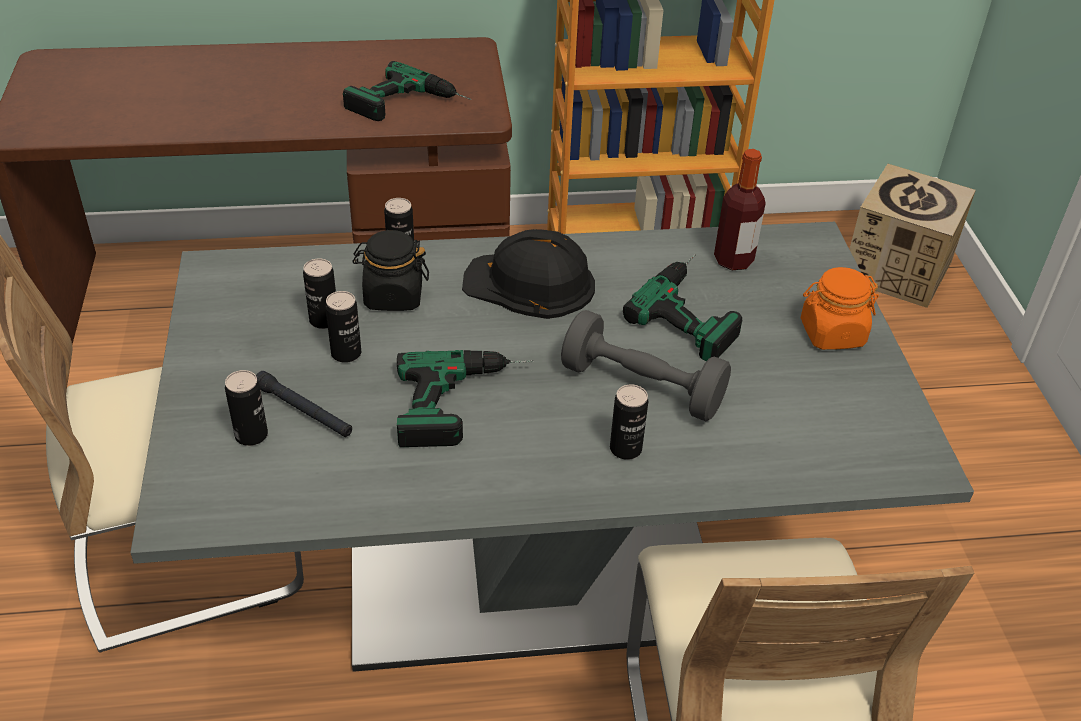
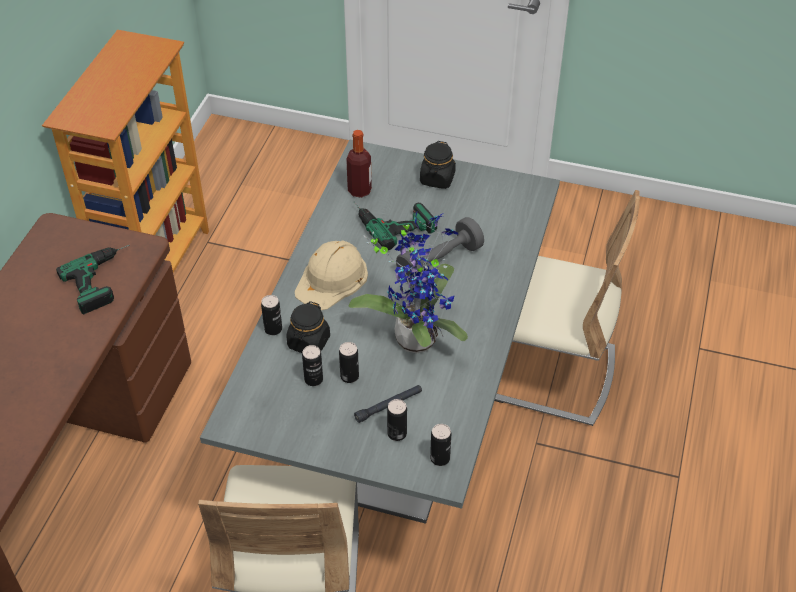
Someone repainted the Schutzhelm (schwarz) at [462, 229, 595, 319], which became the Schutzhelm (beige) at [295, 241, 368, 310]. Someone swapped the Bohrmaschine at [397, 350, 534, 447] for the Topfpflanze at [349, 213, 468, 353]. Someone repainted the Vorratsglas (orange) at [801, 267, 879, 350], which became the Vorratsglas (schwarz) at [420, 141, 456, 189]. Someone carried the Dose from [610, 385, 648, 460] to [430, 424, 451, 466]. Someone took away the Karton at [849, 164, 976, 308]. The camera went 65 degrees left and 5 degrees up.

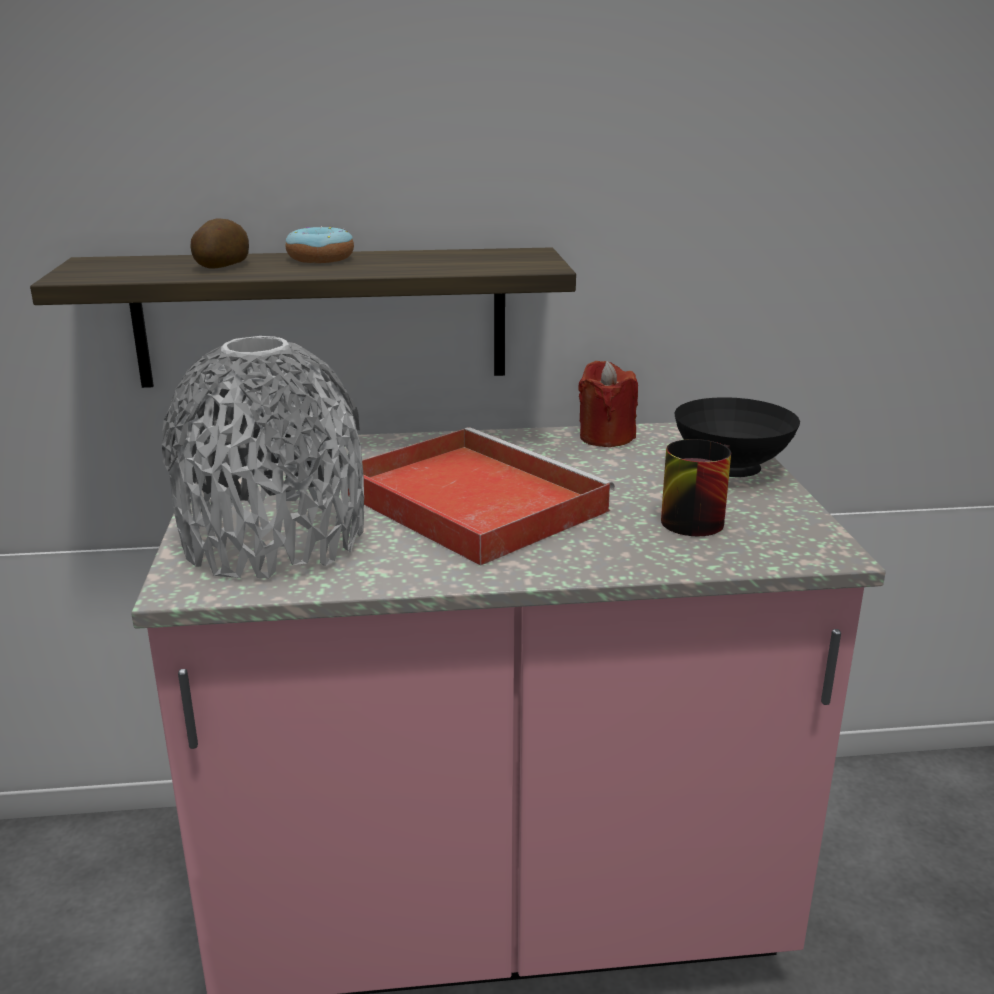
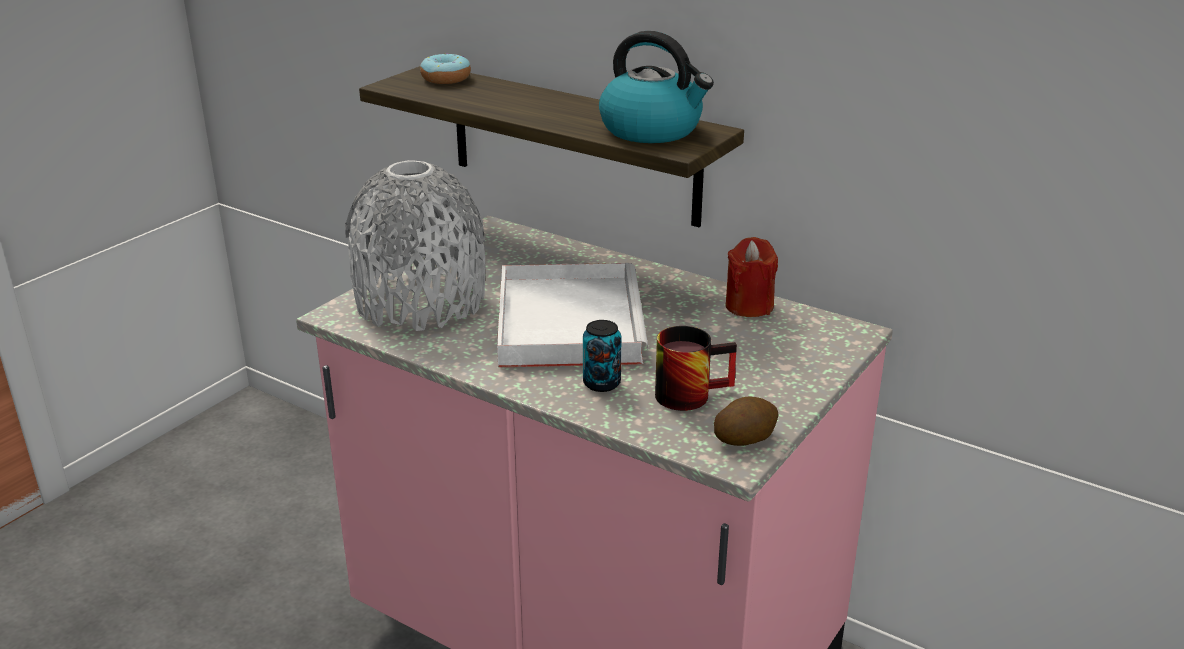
Someone carried the Donut from [286, 226, 354, 263] to [420, 53, 471, 84]. Someone repainted the Tablett (rot) at [348, 427, 615, 566], which became the Tablett (weiß) at [497, 263, 648, 368]. Someone put down the Dose at [583, 320, 622, 392]. Someone put down the Wasserkessel at [599, 31, 714, 143]. Someone carried the Kartoffel from [190, 218, 249, 269] to [714, 397, 778, 446]. Someone took away the Schüssel (schwarz) at [674, 397, 800, 477]. The camera went 40 degrees right and 5 degrees up.

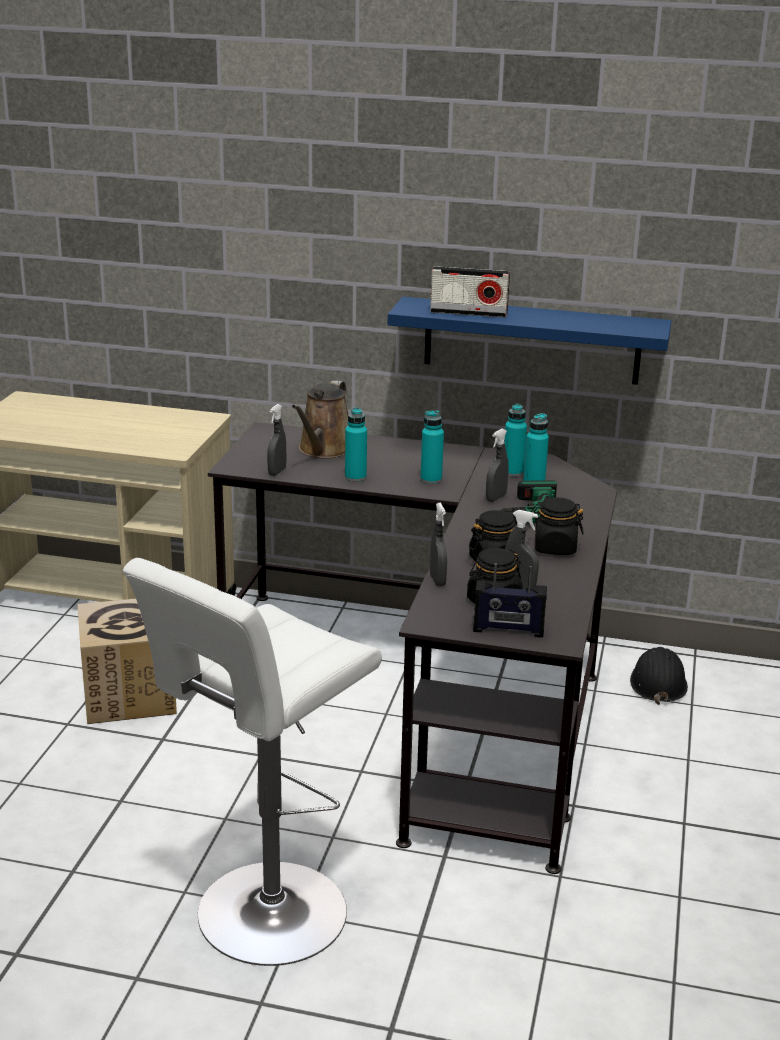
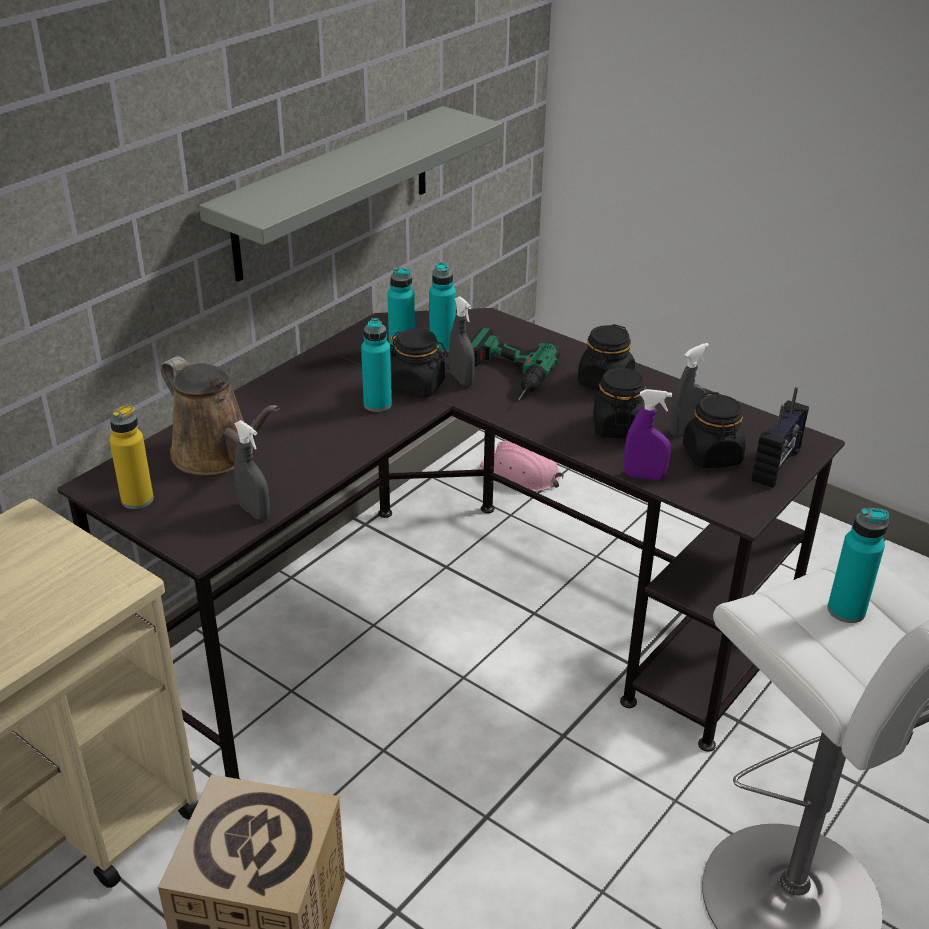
Someone put down the Flasche (gelb) at [109, 404, 154, 509]. Someone repainted the Wandregal (blau) at [388, 297, 672, 385], which became the Wandregal (grau) at [199, 106, 502, 282]. Someone put down the Vorratsglas (schwarz) at [390, 328, 448, 397]. Someone repainted the Schutzhelm (schwarz) at [630, 647, 688, 705], which became the Schutzhelm (rosa) at [480, 440, 564, 492]. Someone repainted the Sprühflasche (grau) at [430, 503, 447, 586], which became the Sprühflasche (lila) at [624, 389, 672, 480]. Someone carried the Flasche (türkis) from [345, 408, 367, 482] to [828, 508, 889, 623]. Someone took away the Radio at [430, 266, 510, 318]. The camera went 65 degrees left and 10 degrees up.

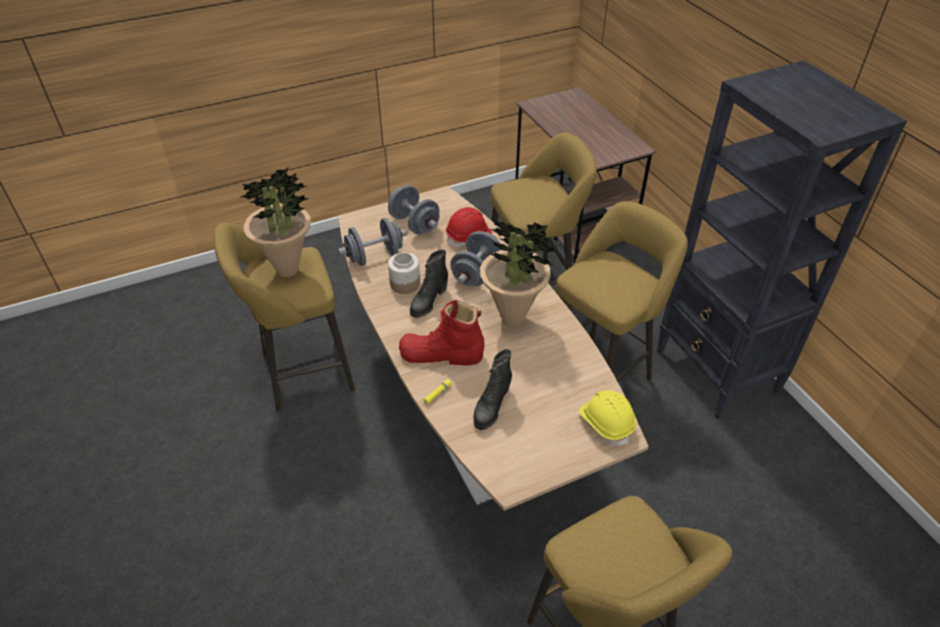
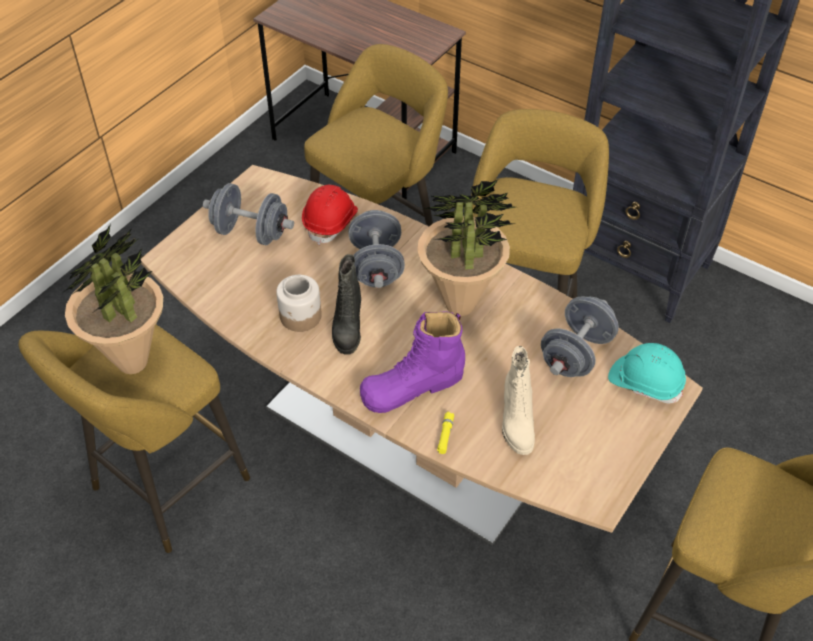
Someone repainted the Stiefel (rot) at [399, 300, 484, 366], which became the Stiefel (lila) at [360, 311, 465, 413]. Someone repainted the Stiefel (schwarz) at [473, 349, 512, 430], which became the Stiefel (beige) at [502, 346, 535, 455]. Someone carried the Hantel (grau) from [338, 218, 408, 266] to [541, 296, 619, 377]. Someone repainted the Schutzhelm (gelb) at [579, 390, 636, 446], which became the Schutzhelm (türkis) at [608, 343, 686, 404]. The camera went 30 degrees left and 5 degrees up.

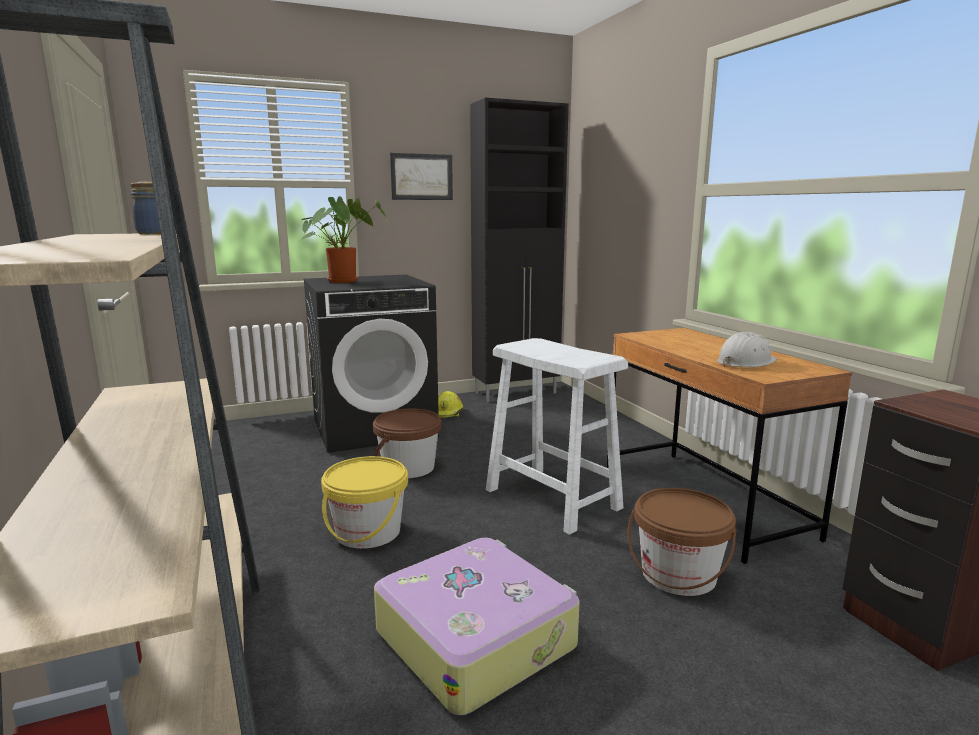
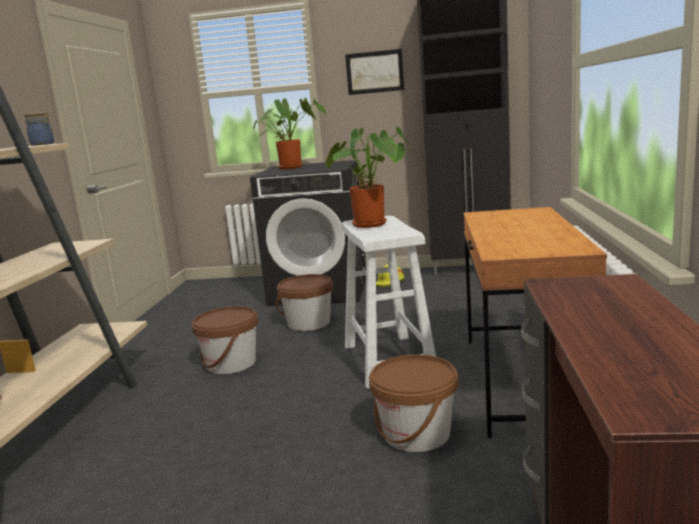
Someone repainted the Eimer (gelb) at [321, 456, 408, 549], which became the Eimer (braun) at [192, 306, 258, 374]. Someone put down the Topfpflanze at [326, 127, 412, 228]. Someone took away the Koffer at [374, 538, 580, 715]. Someone took away the Schutzhelm (weiß) at [717, 332, 777, 367]. The camera went 30 degrees right and 0 degrees up.

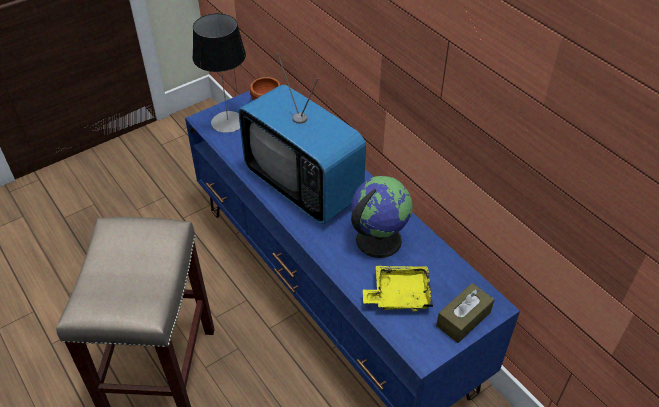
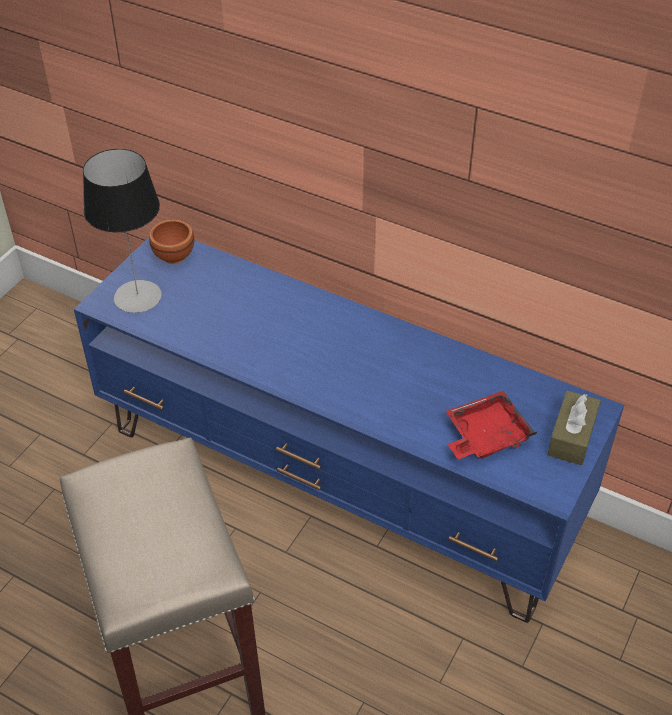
Someone repainted the Tablett (gelb) at [363, 266, 433, 311], which became the Tablett (rot) at [445, 391, 537, 459]. Someone took away the Fernseher at [238, 54, 366, 224]. Someone took away the Globus at [351, 176, 413, 258]. The camera went 25 degrees left and 0 degrees up.

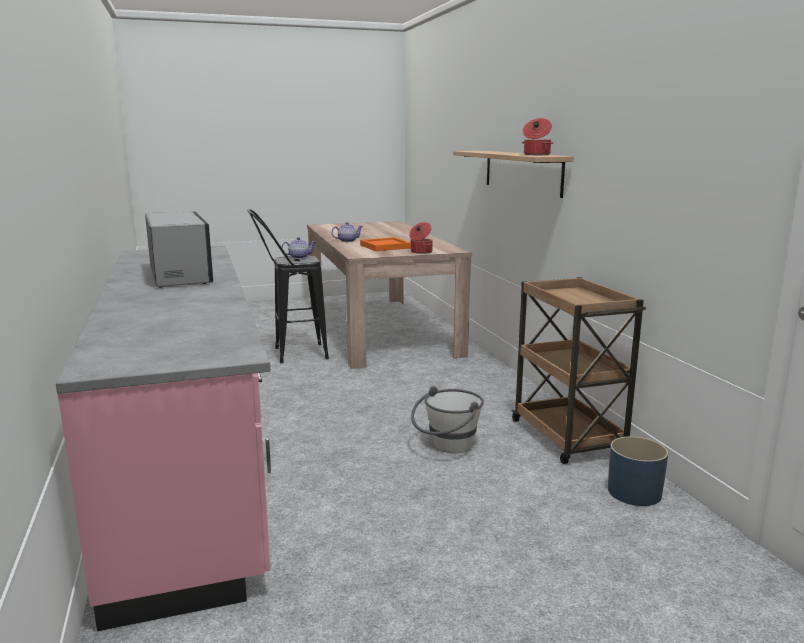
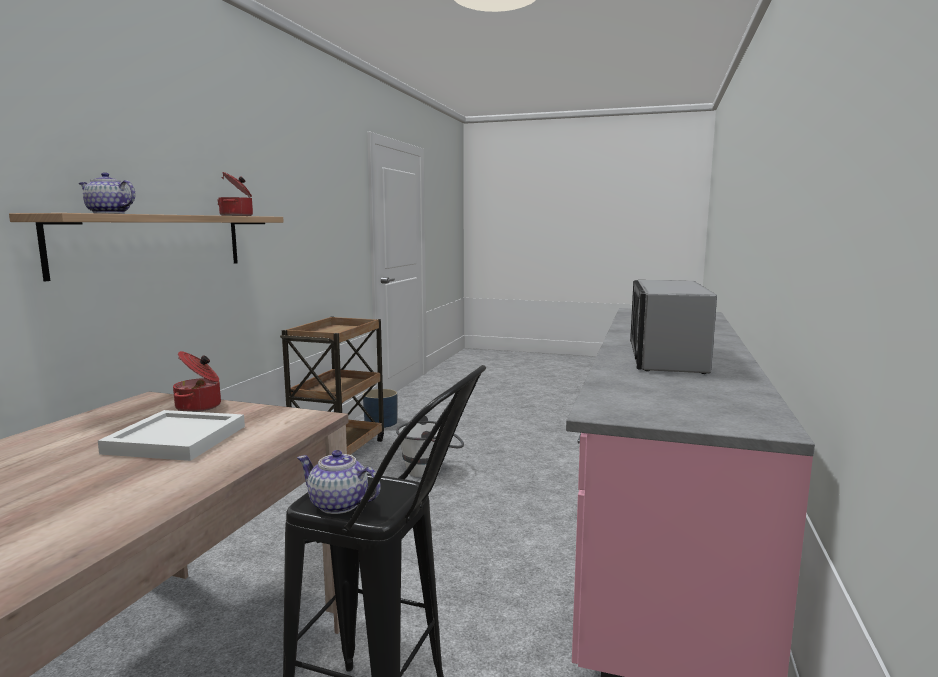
Someone carried the Teekanne from [331, 222, 363, 242] to [79, 172, 136, 214]. Someone repainted the Tablett (orange) at [360, 237, 411, 251], which became the Tablett (weiß) at [98, 410, 245, 461]. The camera went 145 degrees left and 5 degrees down.

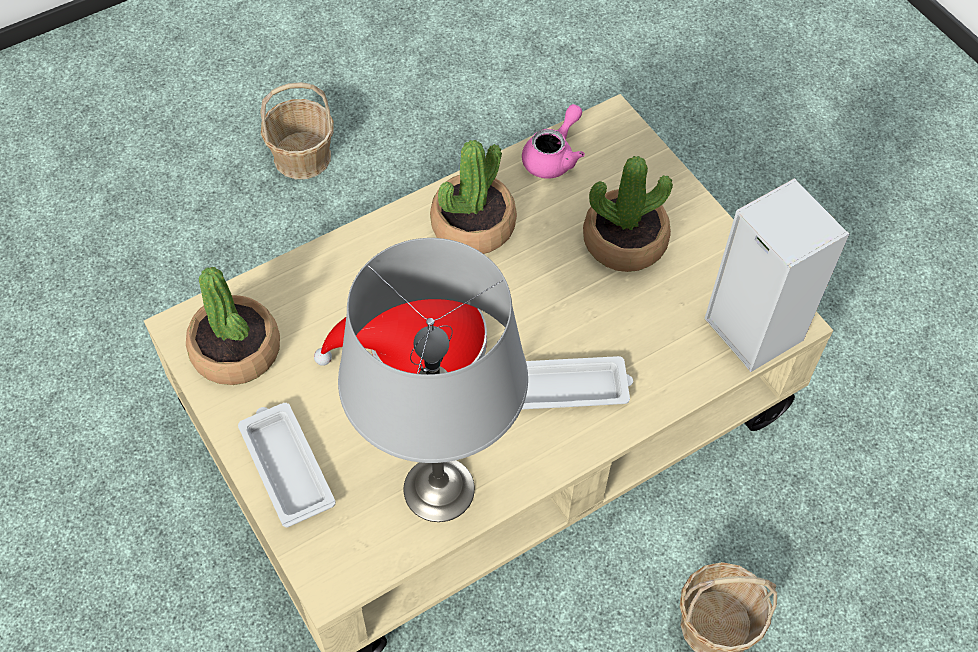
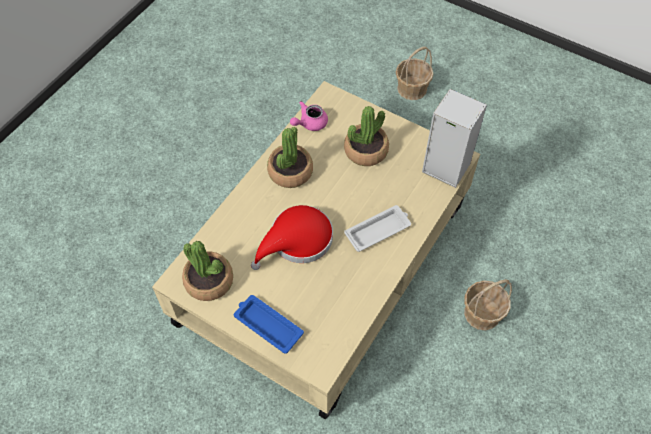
Someone repainted the Tablett (weiß) at [238, 403, 336, 527], which became the Tablett (blau) at [234, 295, 304, 354]. Someone rotated the Teekanne (rosa) at [522, 104, 585, 179] by 135 degrees counterclockwise. Someone carried the Korb from [260, 82, 334, 179] to [396, 47, 434, 100]. Someone took away the Tischlampe (grau) at [338, 238, 528, 522]. The camera went 25 degrees left and 0 degrees up.

